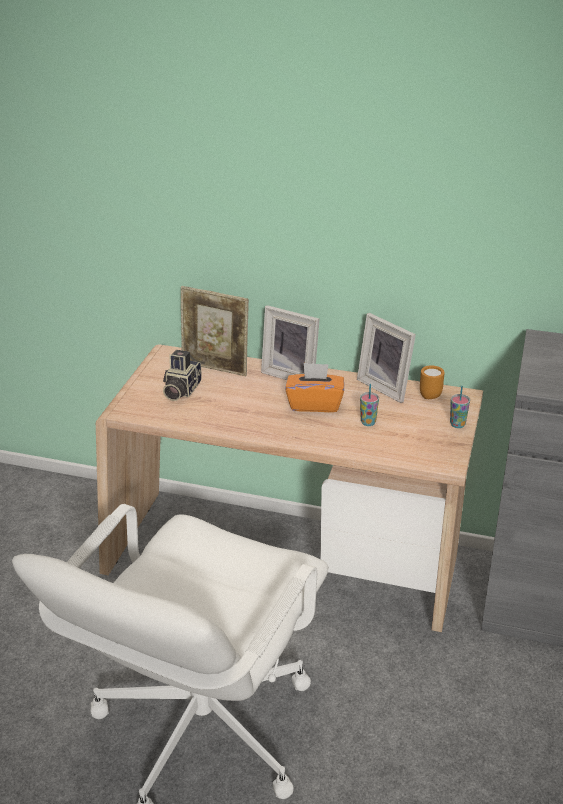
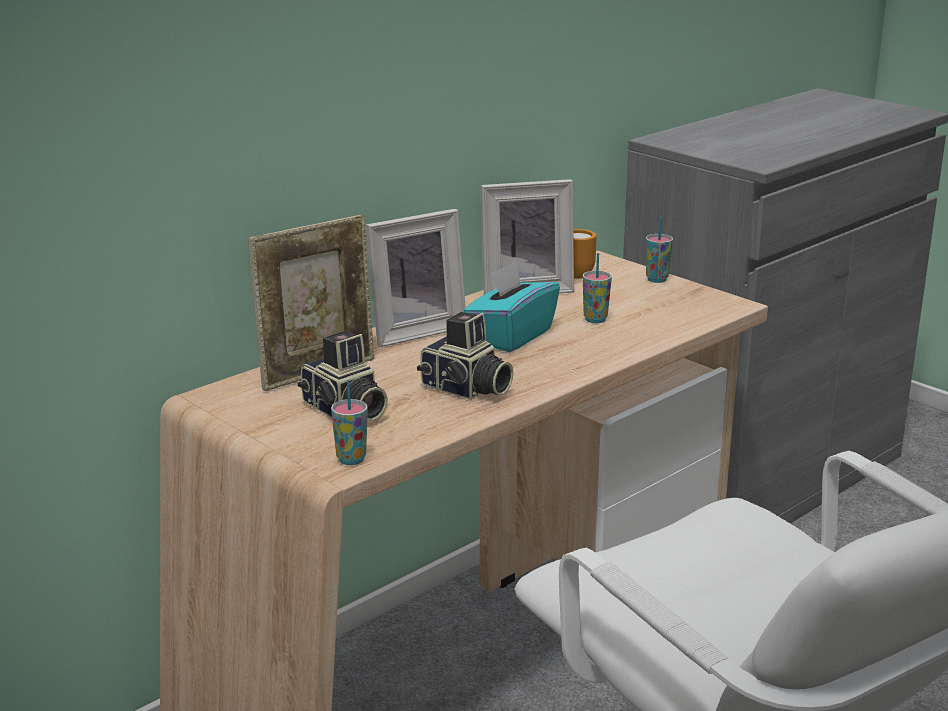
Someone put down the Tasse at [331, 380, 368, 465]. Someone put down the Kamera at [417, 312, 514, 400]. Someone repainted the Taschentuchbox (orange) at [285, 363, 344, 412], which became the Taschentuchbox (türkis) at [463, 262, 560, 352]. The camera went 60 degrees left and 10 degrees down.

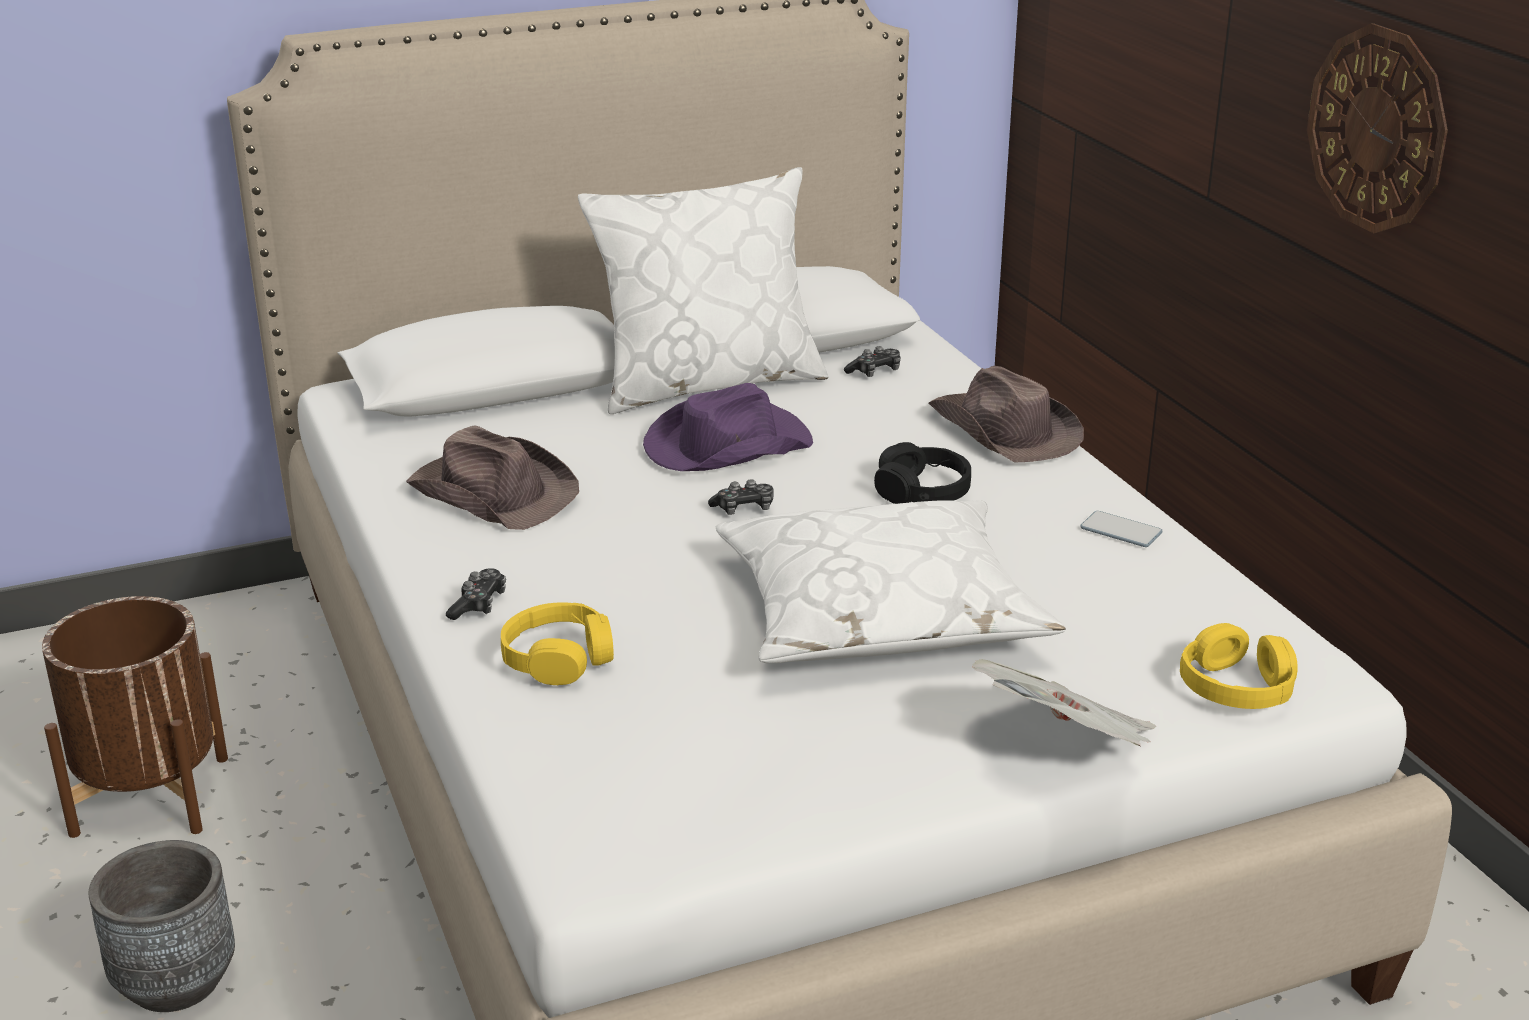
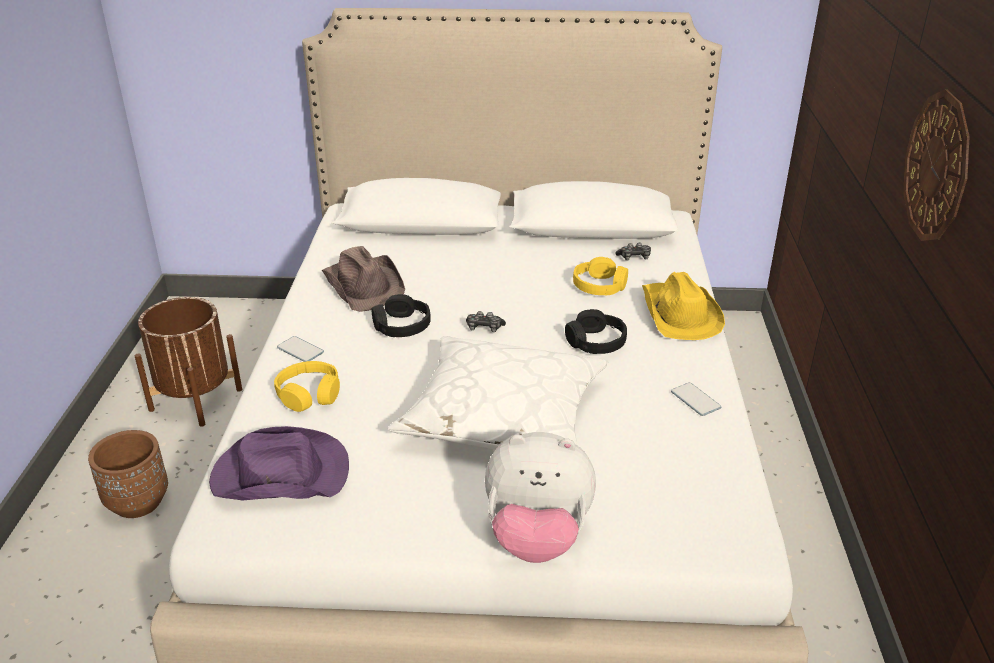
Someone repainted the Pflanzkübel (grau) at [89, 840, 235, 1012], which became the Pflanzkübel (braun) at [88, 430, 168, 518]. Someone carried the Hut (lila) from [643, 383, 813, 471] to [209, 426, 349, 500]. Someone swapped the Gamepad at [446, 568, 506, 620] for the Handy at [277, 336, 324, 362]. Someone put down the Kopfhörer (schwarz) at [371, 294, 431, 337]. Someone swapped the Zeitung at [972, 659, 1156, 746] for the Plüschtier at [485, 432, 596, 563]. Someone carried the Kopfhörer (gelb) from [1180, 623, 1298, 709] to [573, 257, 628, 295]. Someone repainted the Hut (braun) at [929, 366, 1084, 463], which became the Hut (gelb) at [642, 272, 725, 340]. Someone took away the Kissen (weiß) at [578, 167, 828, 414]. The camera went 25 degrees right and 5 degrees up.

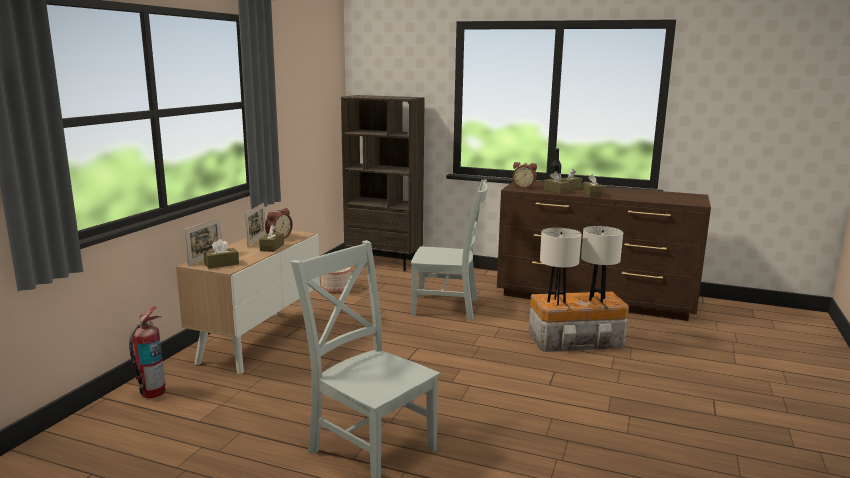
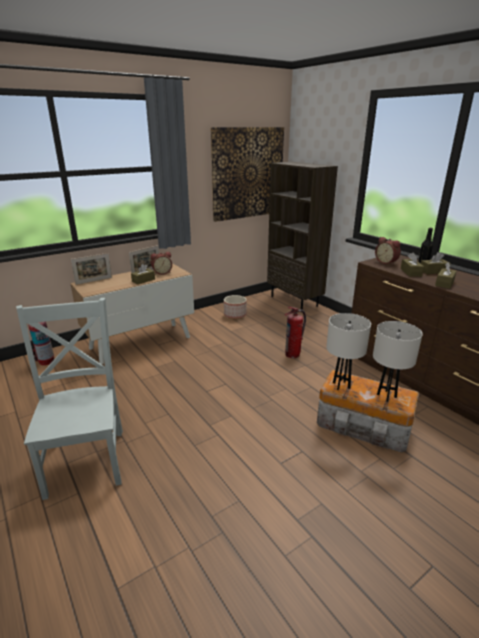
Someone put up the Bild at [211, 127, 284, 222]. Someone swapped the Stuhl (grau) at [411, 180, 488, 320] for the Feuerlöscher at [285, 307, 306, 358]. Someone took away the Taschentuchbox (braun) at [204, 239, 239, 269]. The camera went 35 degrees right and 10 degrees up.

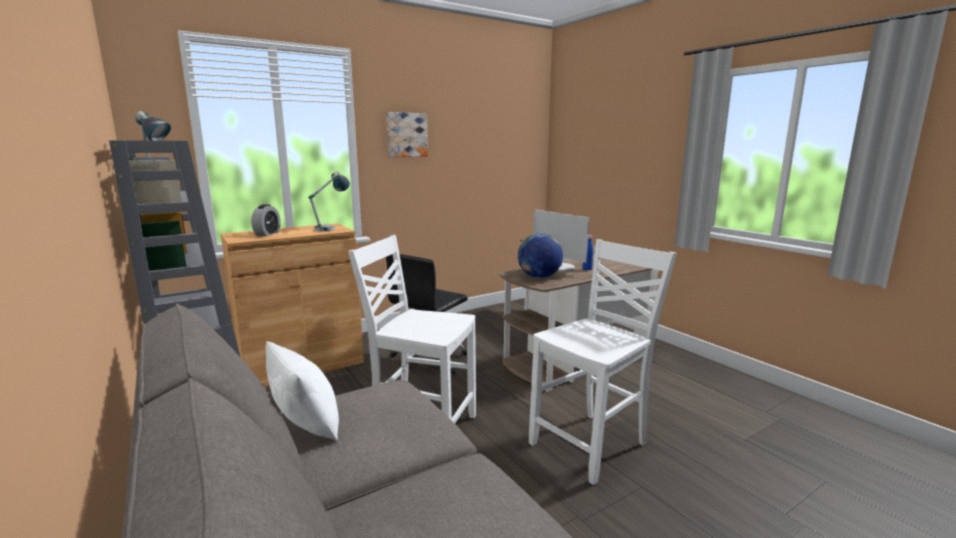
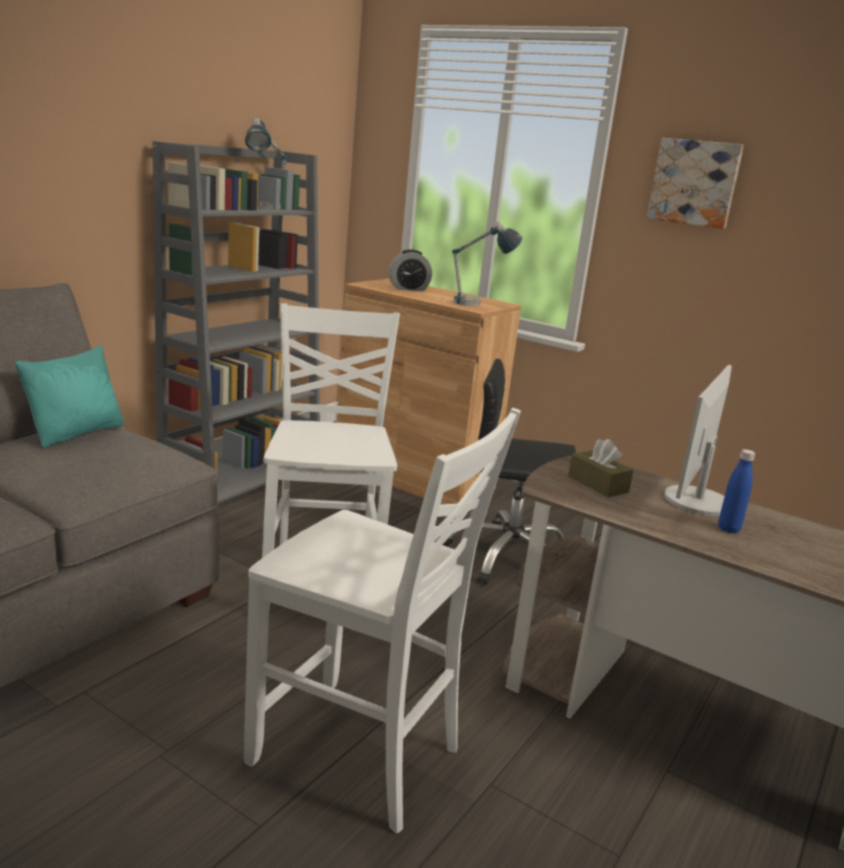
Someone repainted the Kissen (weiß) at [266, 341, 339, 440], which became the Kissen (türkis) at [15, 345, 124, 447]. Someone swapped the Globus at [518, 233, 563, 278] for the Taschentuchbox (braun) at [568, 439, 633, 497]. The camera went 65 degrees right and 5 degrees up.

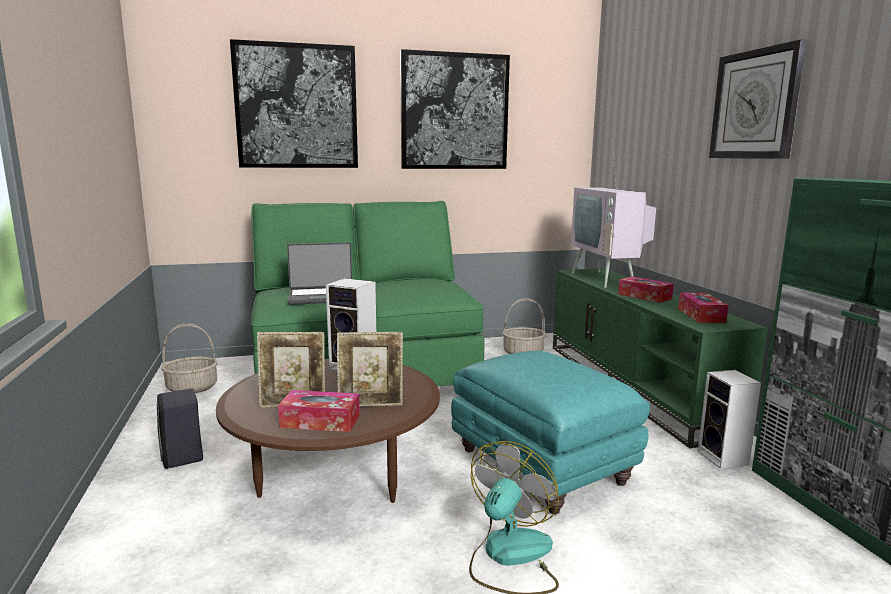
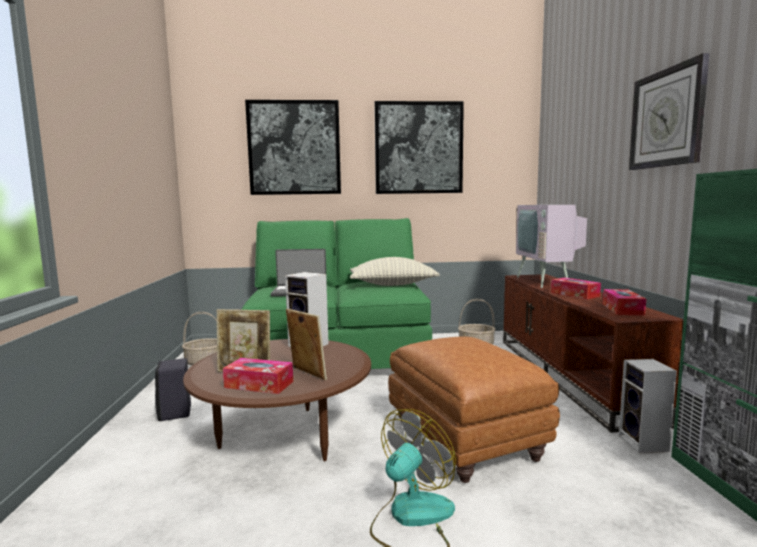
Someone rotated the Bilderrahmen at [337, 332, 403, 407] by 135 degrees counterclockwise. Someone put down the Kissen at [350, 257, 440, 286]. Someone repainted the Polsterhocker (türkis) at [451, 351, 650, 514], which became the Polsterhocker (braun) at [388, 336, 560, 483]. Someone repainted the Fernsehschrank (grün) at [553, 268, 768, 448], which became the Fernsehschrank (braun) at [503, 274, 684, 433]. The camera went 10 degrees right and 5 degrees down.

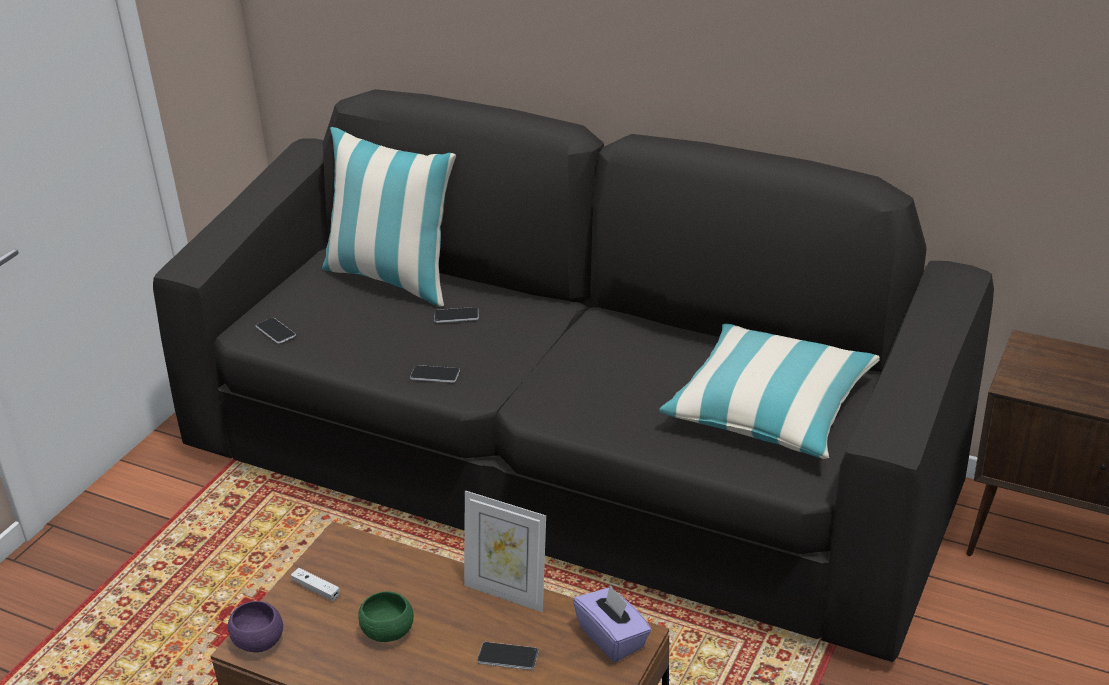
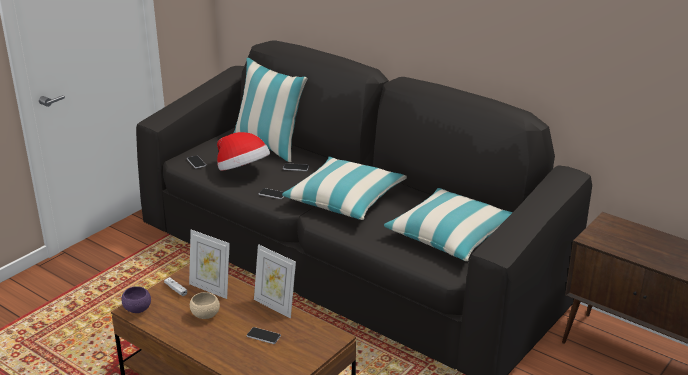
Someone put down the Bilderrahmen at [189, 230, 230, 299]. Someone repainted the Schüssel (grün) at [358, 591, 414, 642], which became the Schüssel (beige) at [190, 292, 220, 319]. Someone put down the Hut at [217, 132, 270, 171]. Someone put down the Kissen at [282, 156, 407, 220]. Someone took away the Taschentuchbox (lila) at [573, 585, 652, 662]. The camera went 10 degrees right and 5 degrees down.

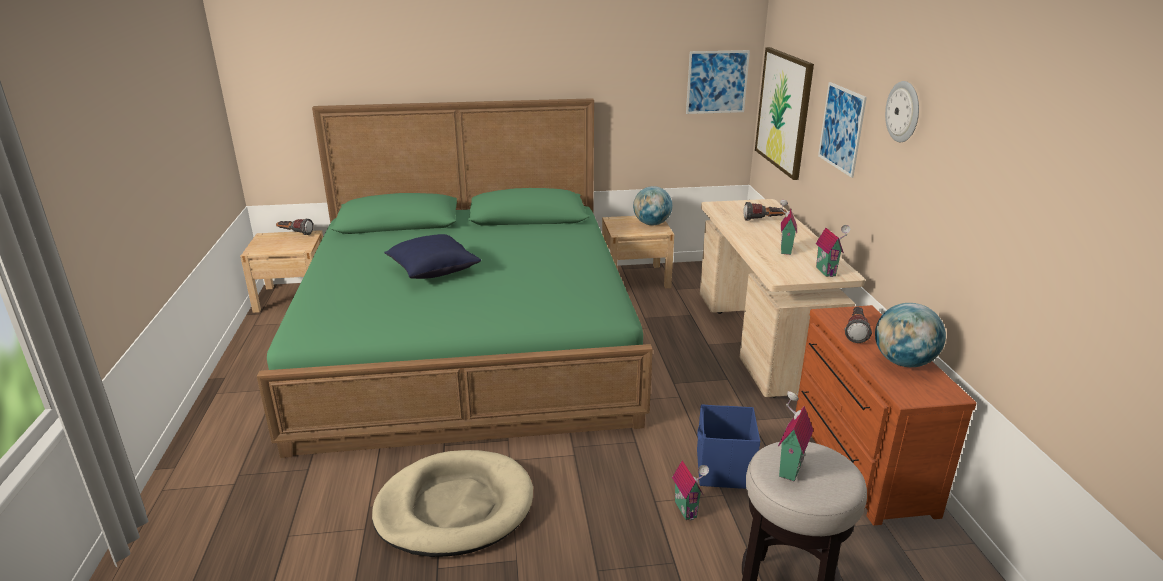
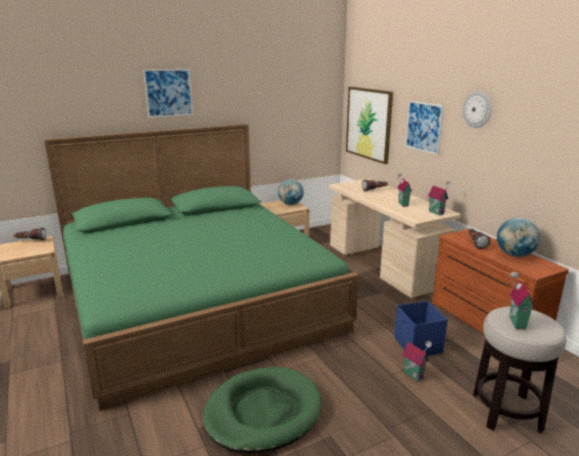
Someone carried the Bild from [686, 50, 750, 114] to [143, 69, 193, 118]. Someone repainted the Hundebett (beige) at [372, 450, 533, 557], which became the Hundebett (grün) at [203, 367, 322, 453]. Someone took away the Kissen (blau) at [384, 234, 481, 279]. The camera went 20 degrees left and 5 degrees down.

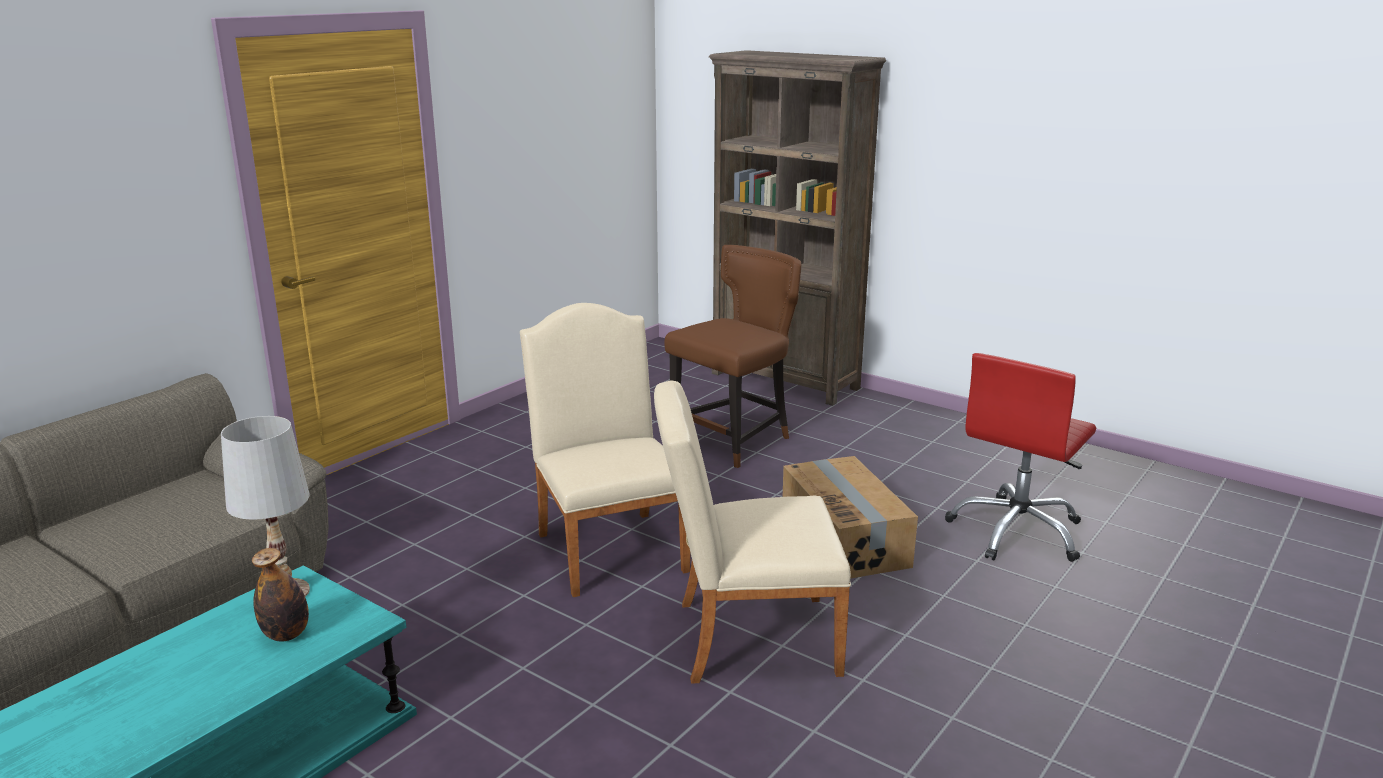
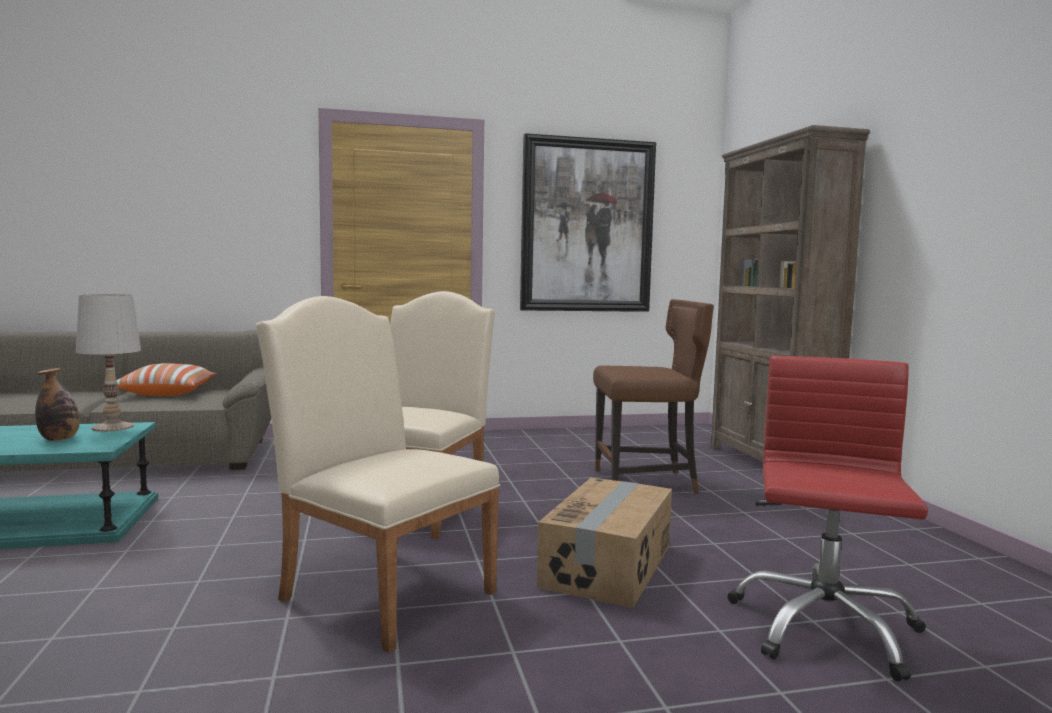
Someone put down the Kissen at [117, 363, 217, 396]. Someone put up the Bild at [520, 133, 656, 312]. Someone rotated the Bürostuhl (rot) at [945, 353, 1096, 562] by 120 degrees clockwise. The camera went 40 degrees right and 15 degrees down.

